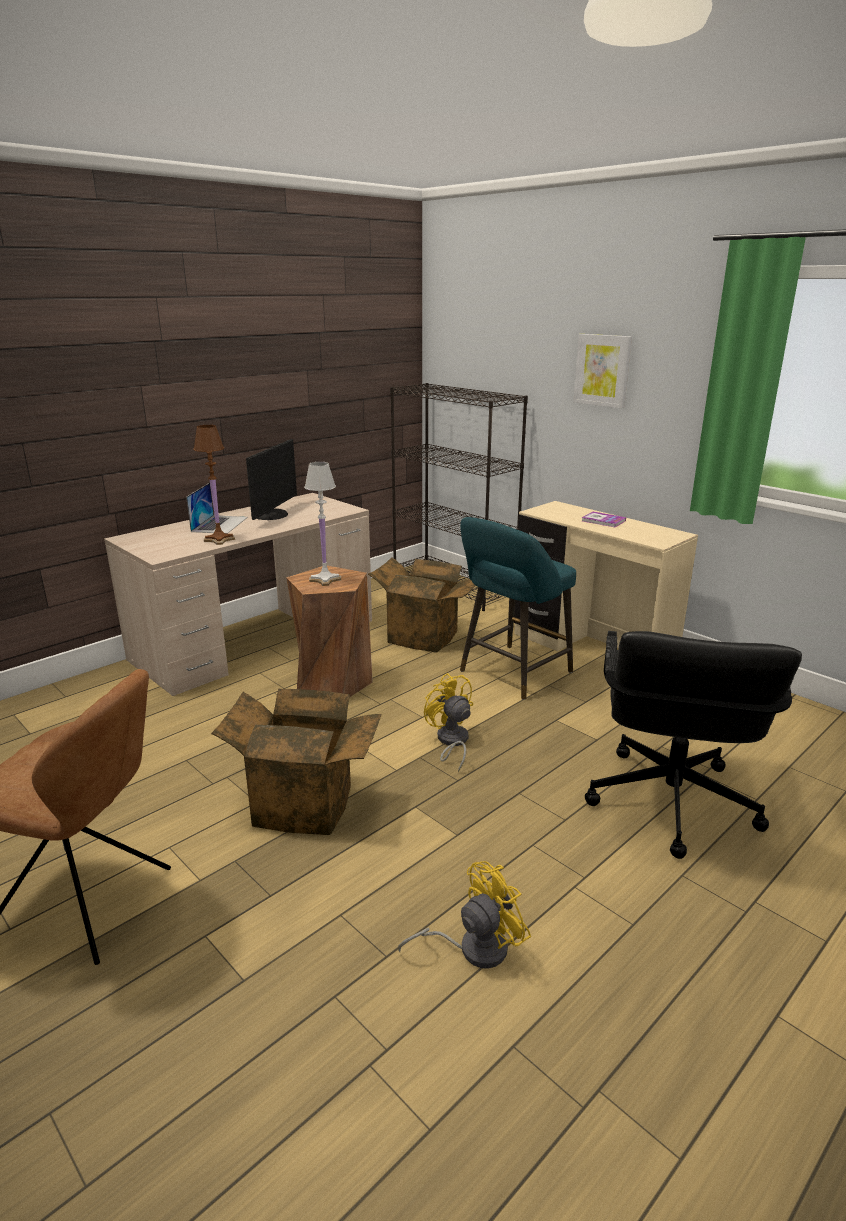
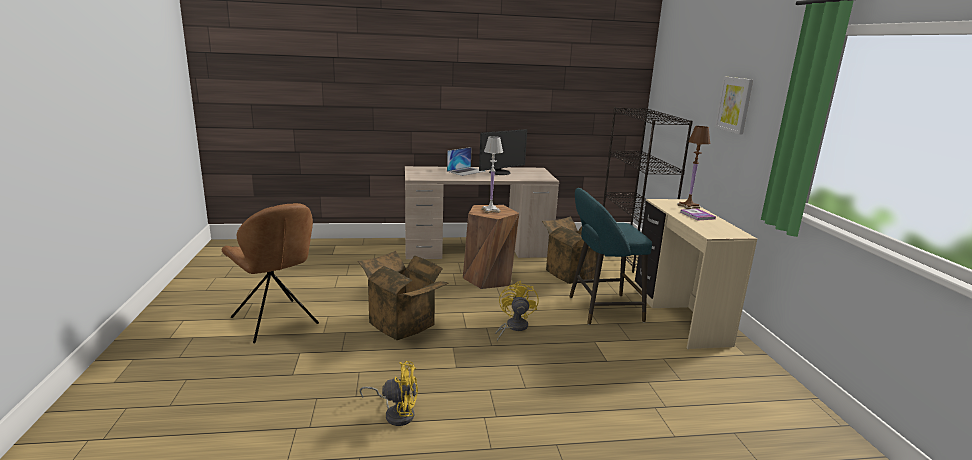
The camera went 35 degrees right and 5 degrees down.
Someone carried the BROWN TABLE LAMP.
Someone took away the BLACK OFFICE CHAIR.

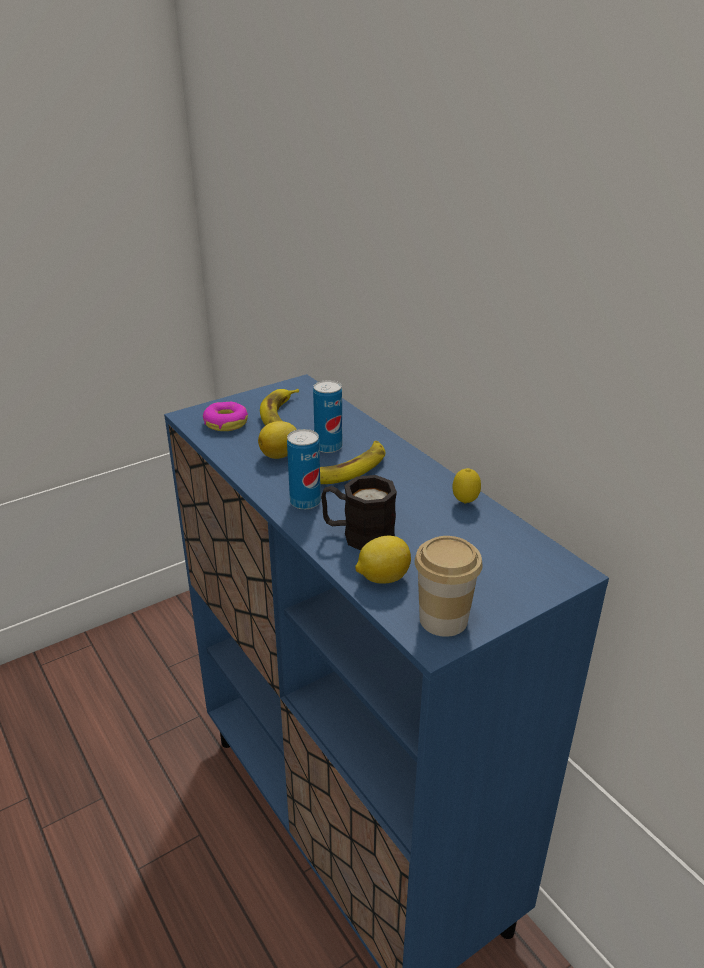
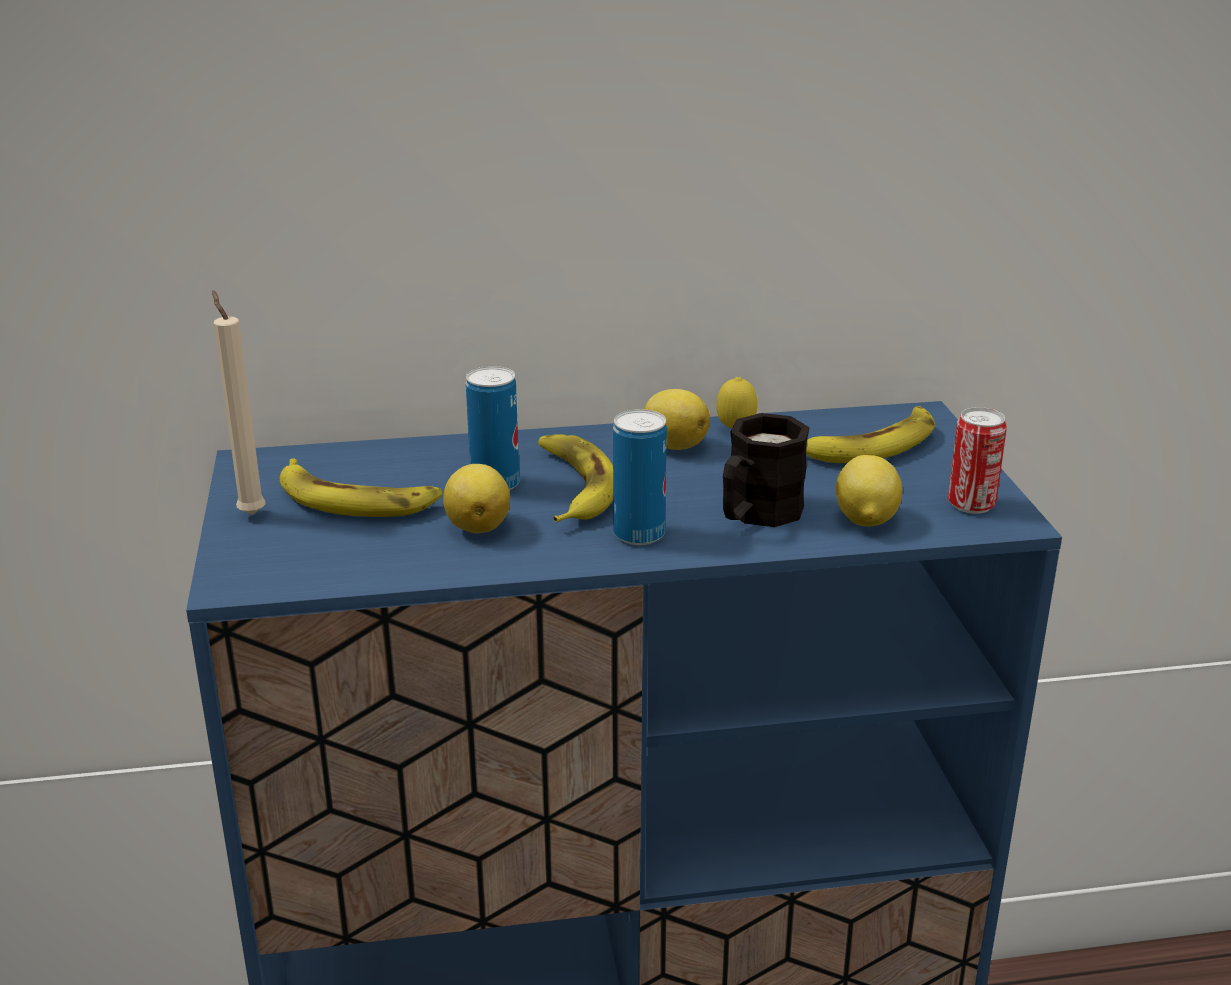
The camera went 65 degrees left and 5 degrees down.
Someone put down the BEIGE CANDLE.
Someone put down the LEMON (2nd from left).
Someone put down the BANANA (3rd from left).
Someone swapped the CUP for the CAN (3rd from left).
Someone took away the DONUT.

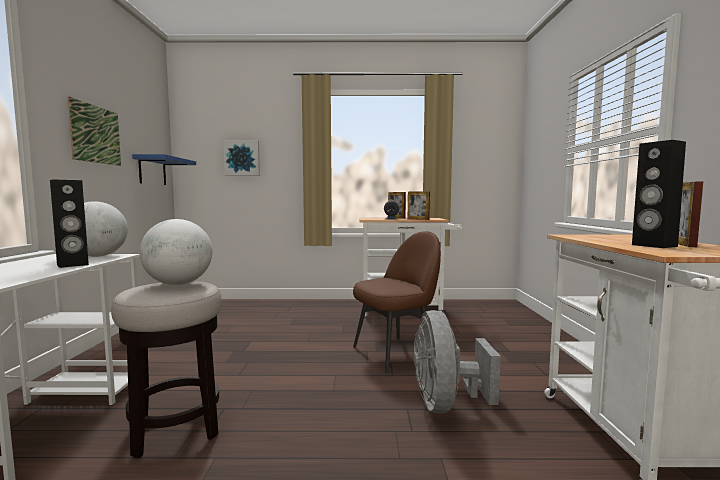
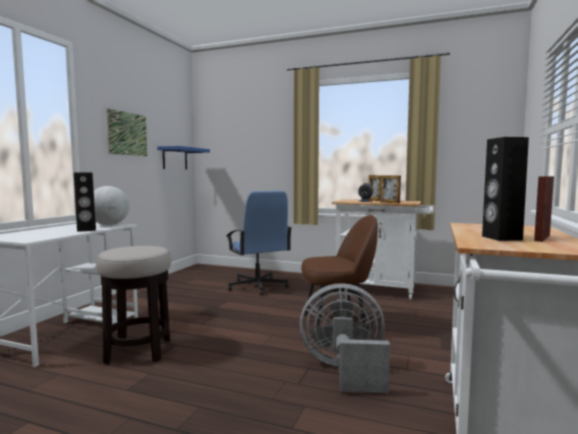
The camera went 20 degrees right and 0 degrees up.
Someone put down the BLUE OFFICE CHAIR.
Someone rotated the GREY FAN by 75 degrees clockwise.
Someone took away the GLOBE (2nd from left).
Someone took away the PICTURE (2nd from left).

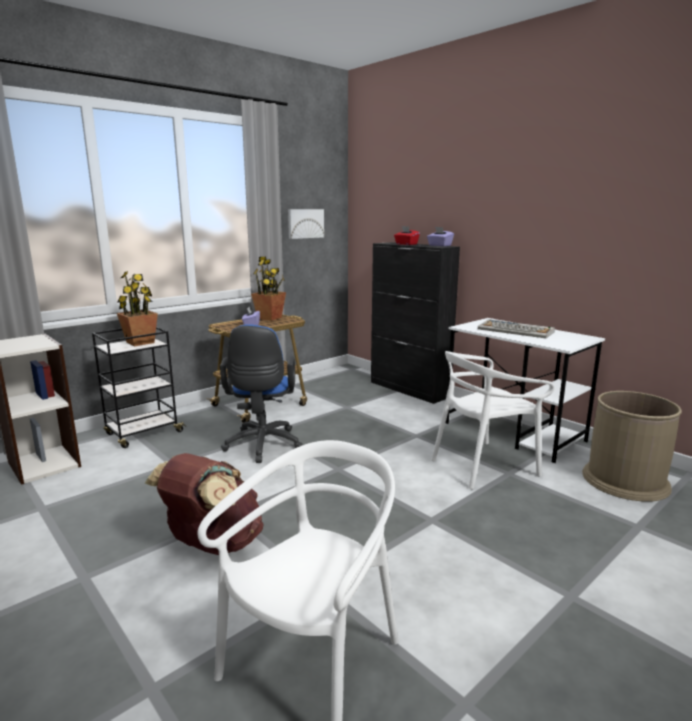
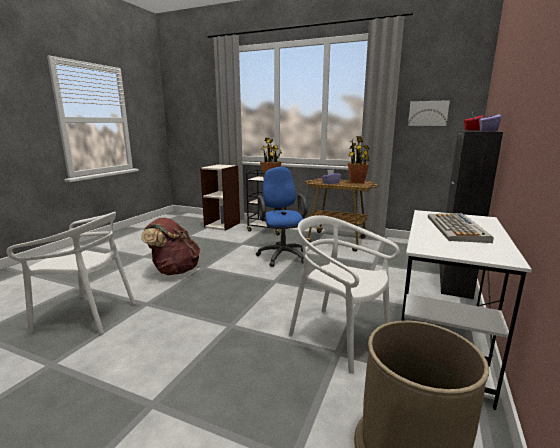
The camera went 65 degrees right and 0 degrees up.
Someone rotated the BLUE OFFICE CHAIR by 105 degrees clockwise.

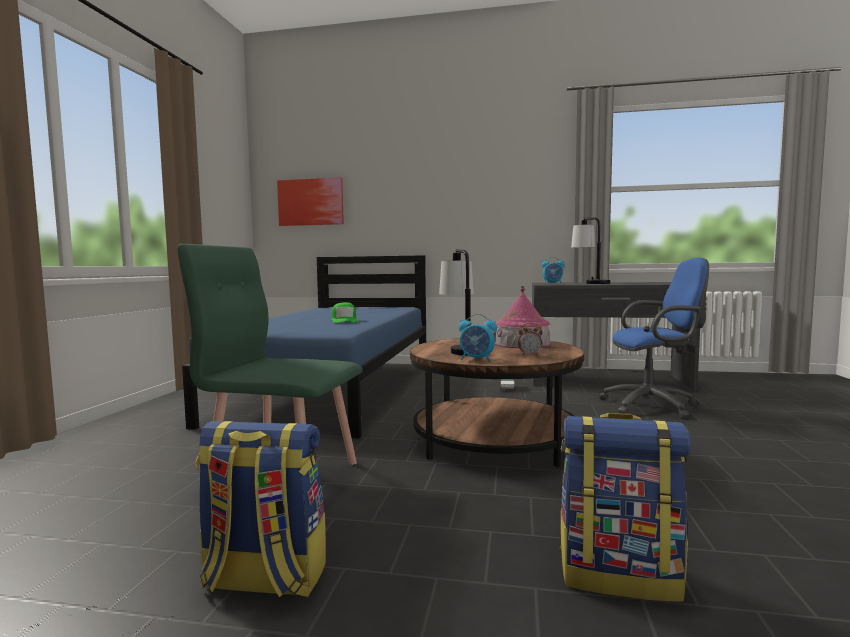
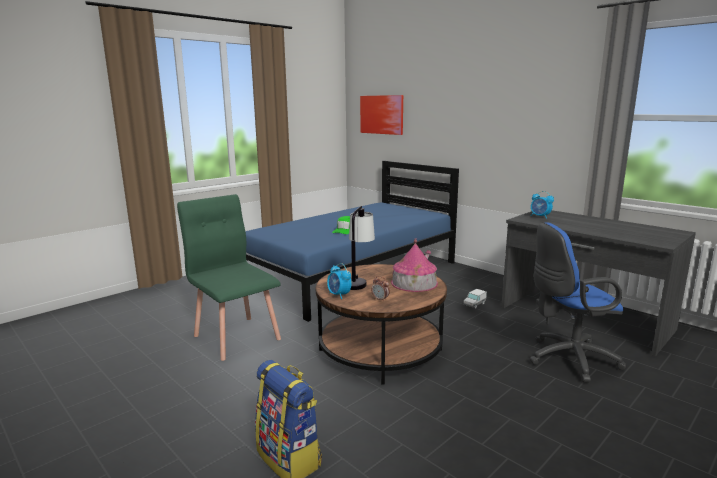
The camera went 35 degrees right and 10 degrees up.
Someone rotated the BLUE OFFICE CHAIR by 135 degrees clockwise.
Someone took away the BACKPACK (1st from left).
Someone took away the TABLE LAMP (2nd from left).

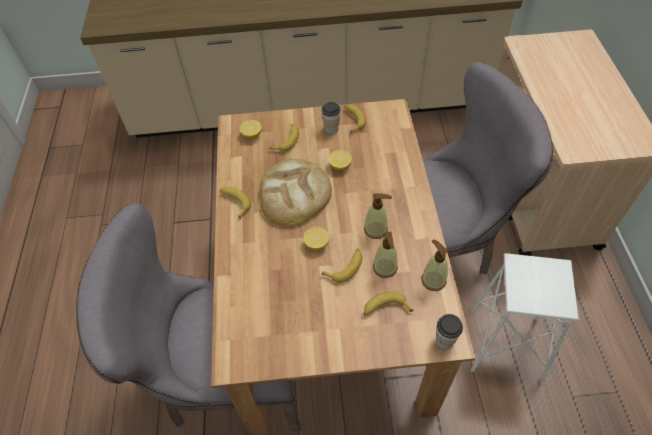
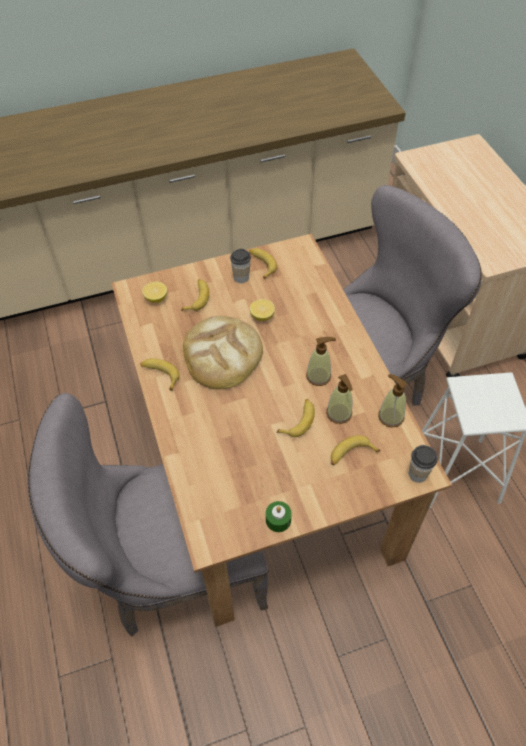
The camera went 15 degrees left and 0 degrees up.
Someone put down the GREEN CANDLE.
Someone took away the LEMON (2nd from left).

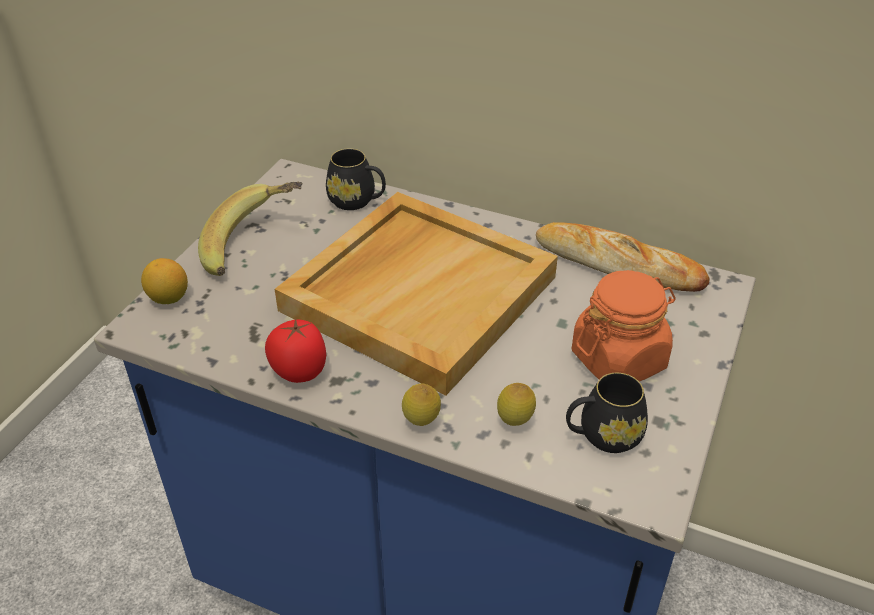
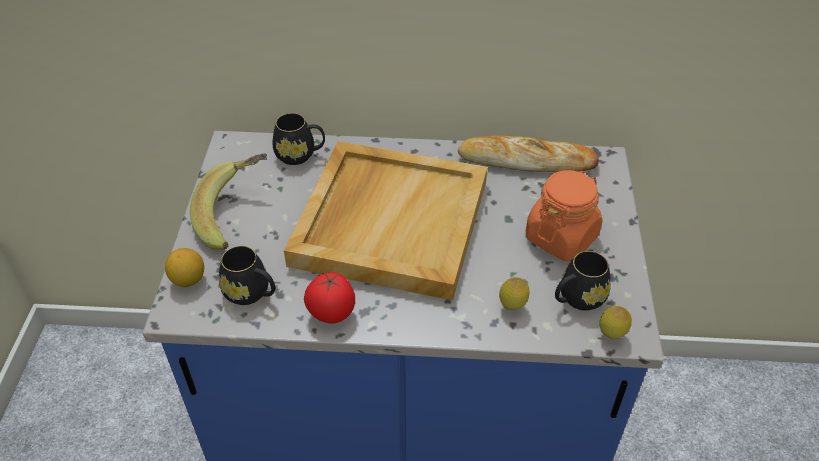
The camera went 20 degrees left and 5 degrees up.
Someone put down the BLACK MUG (1st from left).
Someone carried the LEMON (2nd from left in the first image).

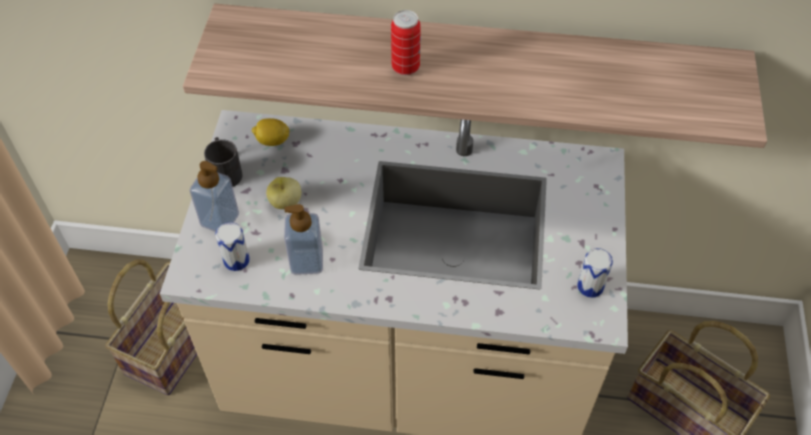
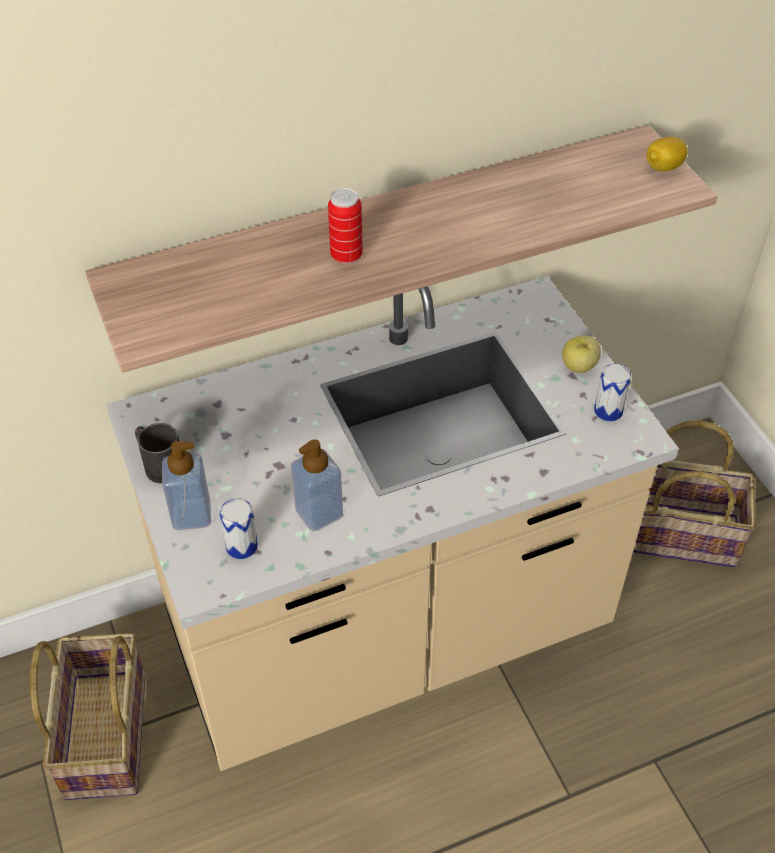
The camera went 30 degrees left and 5 degrees down.
Someone carried the APPLE.
Someone carried the LEMON.

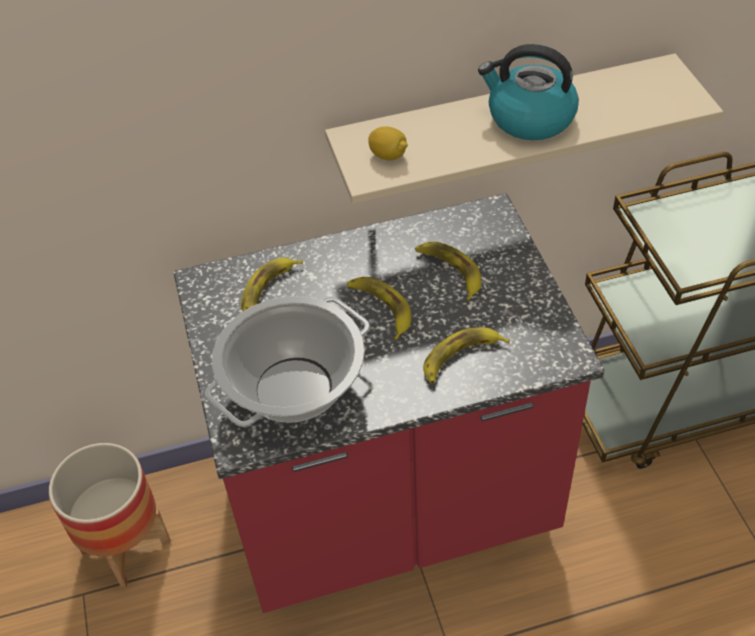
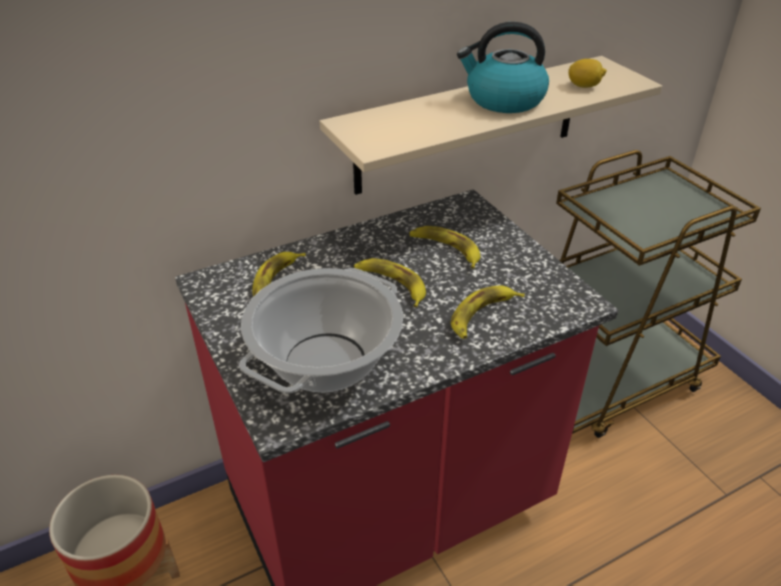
The camera went 15 degrees left and 10 degrees down.
Someone carried the LEMON.

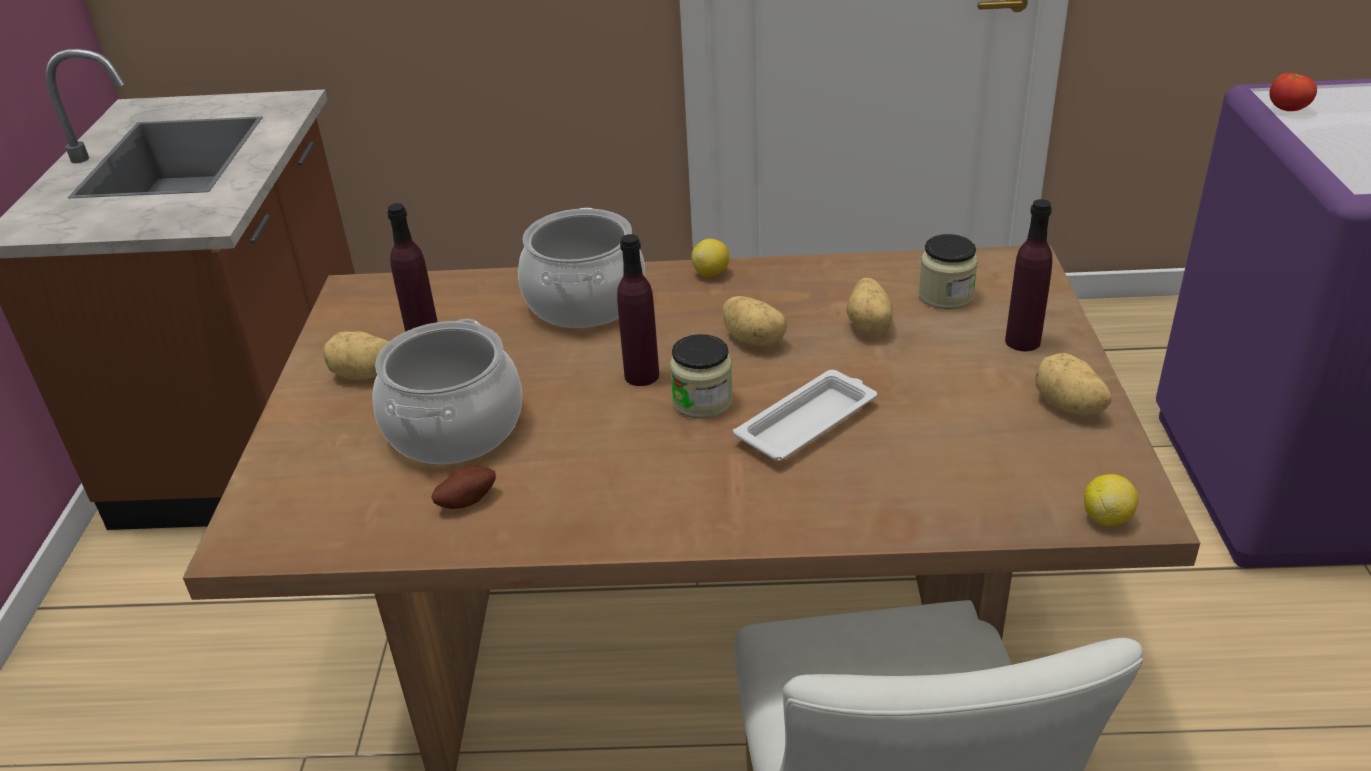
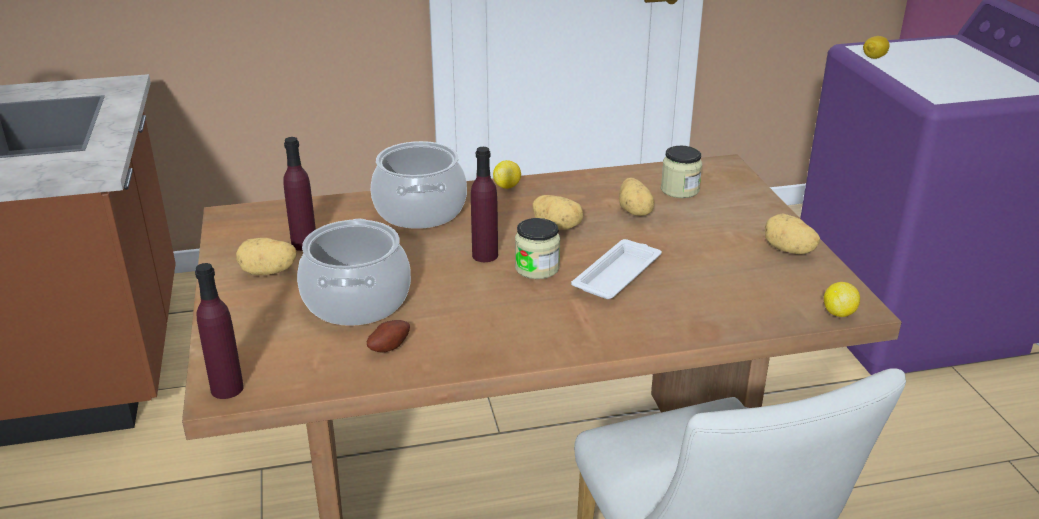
The camera went 15 degrees left and 5 degrees down.
Someone carried the PURPLE BOTTLE (3rd from left in the first image).
Someone swapped the TOMATO for the LEMON (3rd from left).

